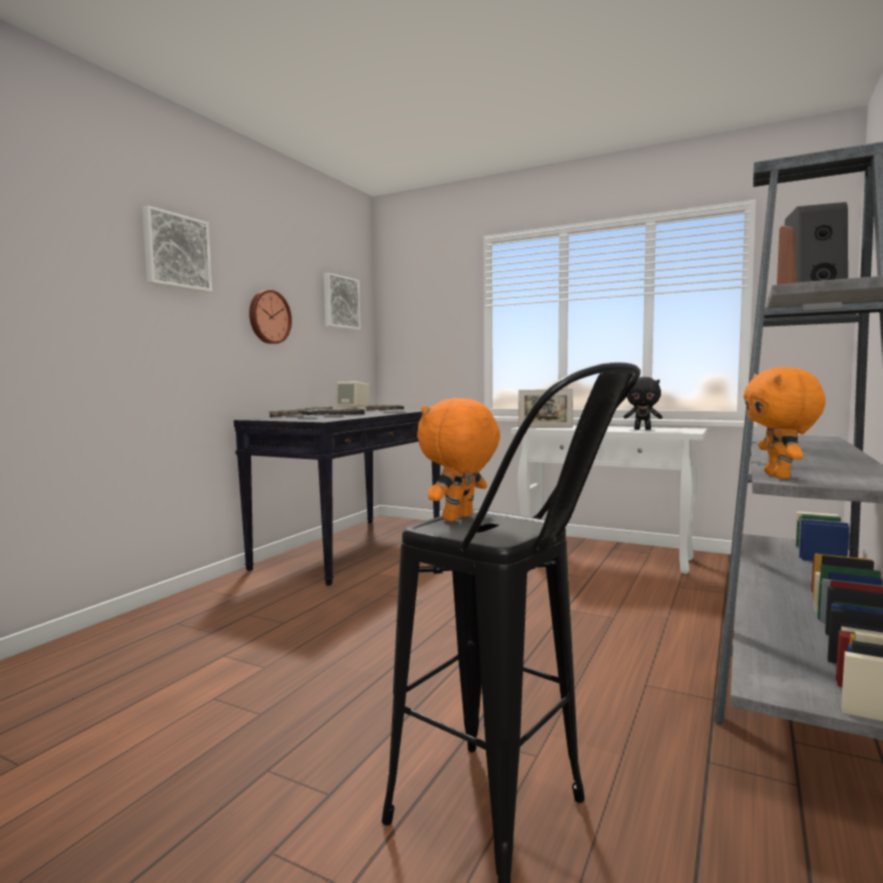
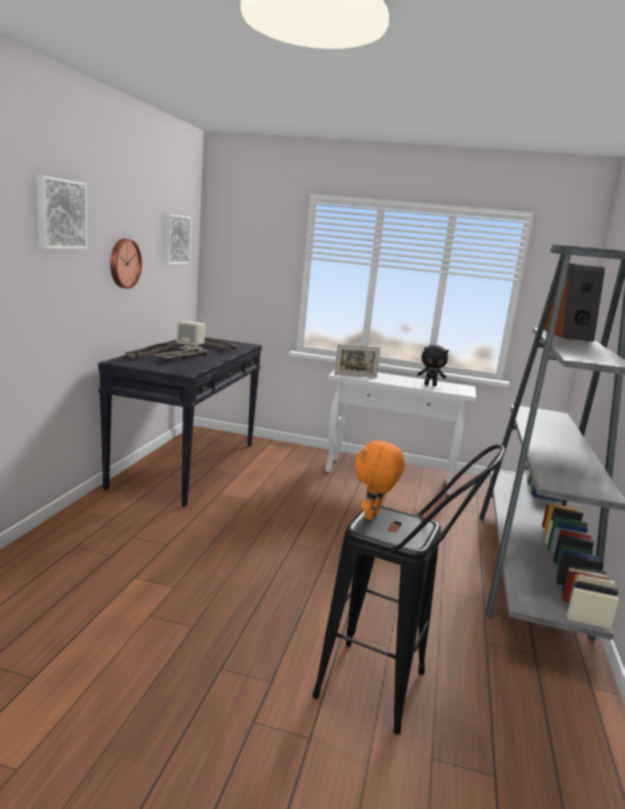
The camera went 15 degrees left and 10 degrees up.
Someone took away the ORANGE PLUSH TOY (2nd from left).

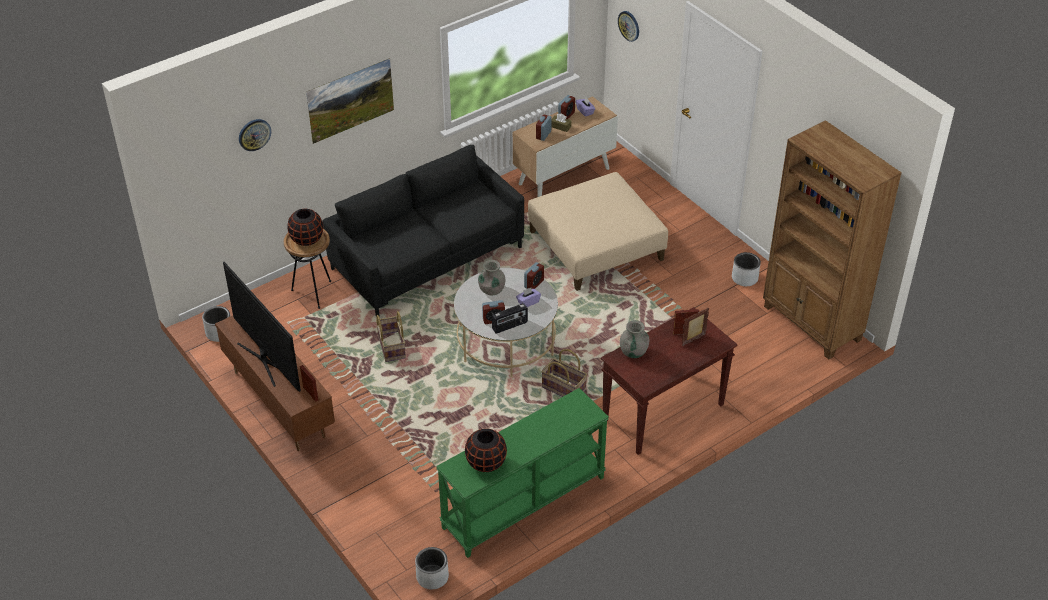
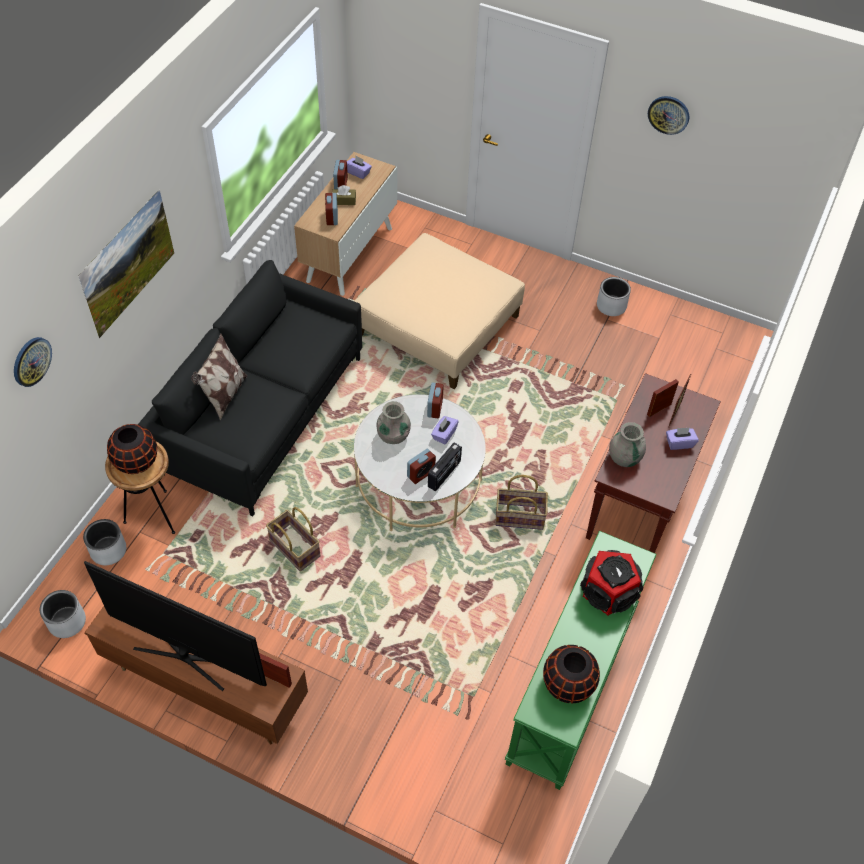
The camera went 30 degrees left and 10 degrees up.
Someone carried the GREY PLANTER (2nd from left).
Someone put down the PILLOW.
Someone put down the SPEAKER.
Someone carried the WALL CLOCK (2nd from left).
Someone put down the PURPLE TISSUE BOX (3rd from left).
Someone took away the BROWN BOOKCASE.

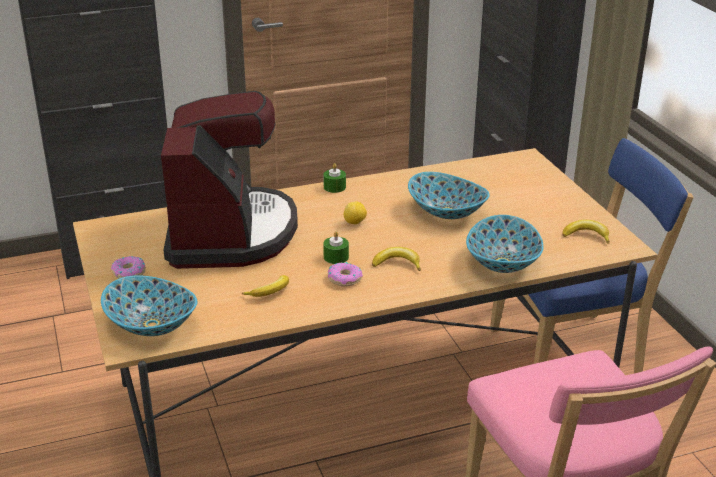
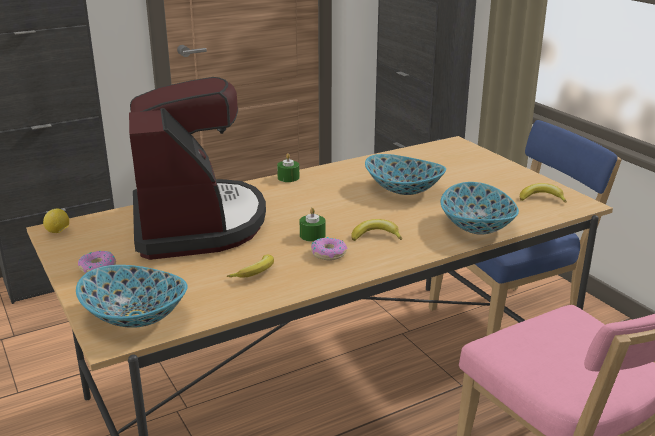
The camera went 10 degrees left and 5 degrees down.
Someone carried the LEMON.

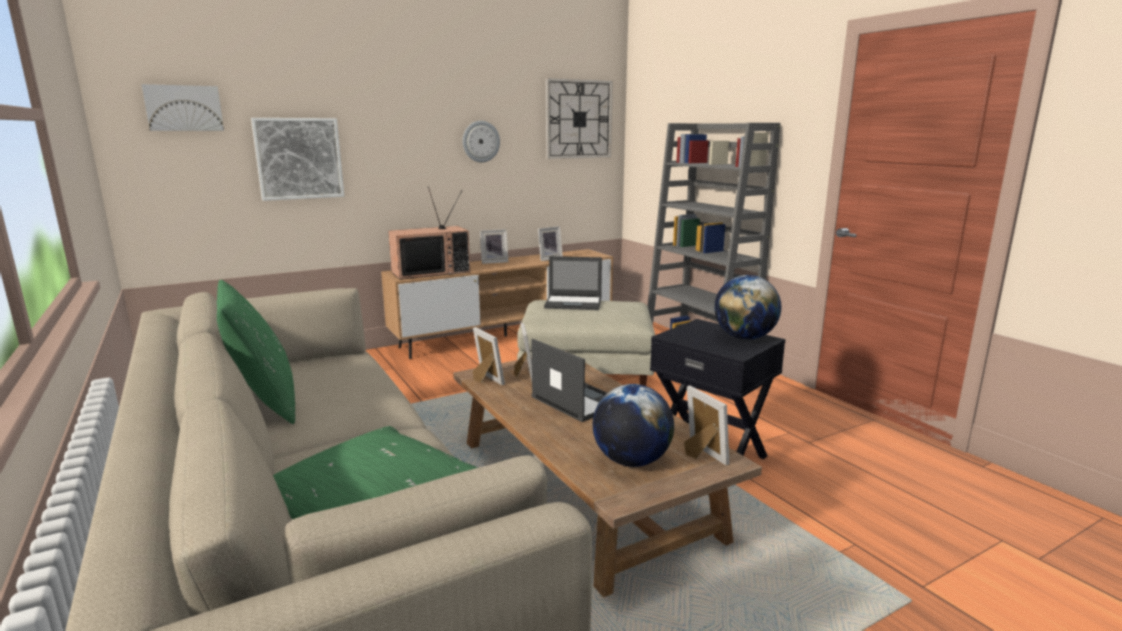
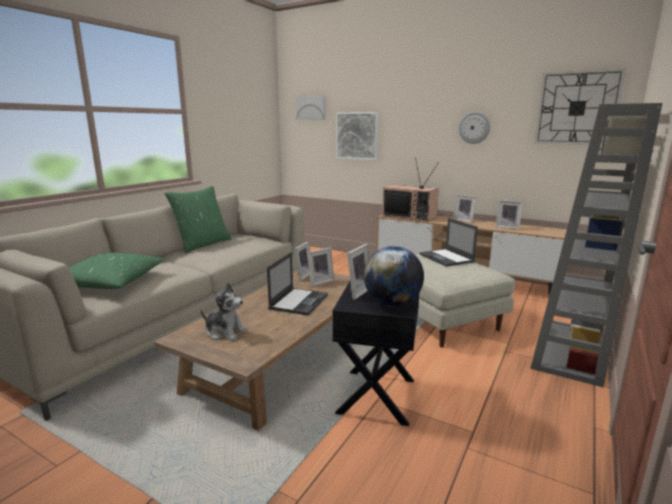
The camera went 60 degrees right and 0 degrees up.
Someone swapped the GLOBE (1st from left) for the PLUSH TOY.
Someone carried the PICTURE FRAME (5th from left in the first image).

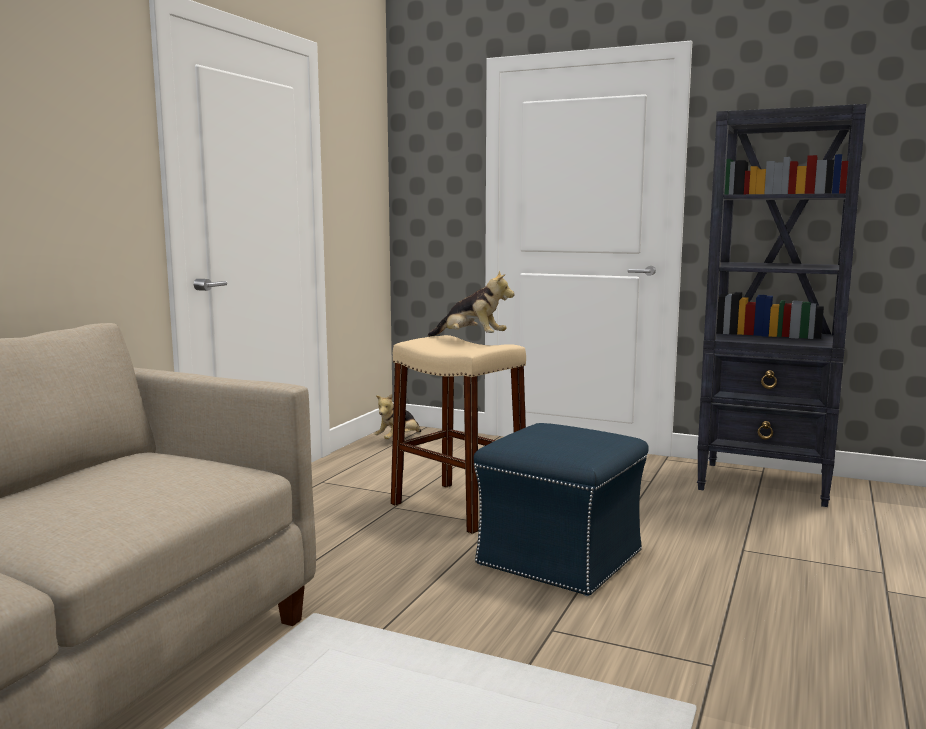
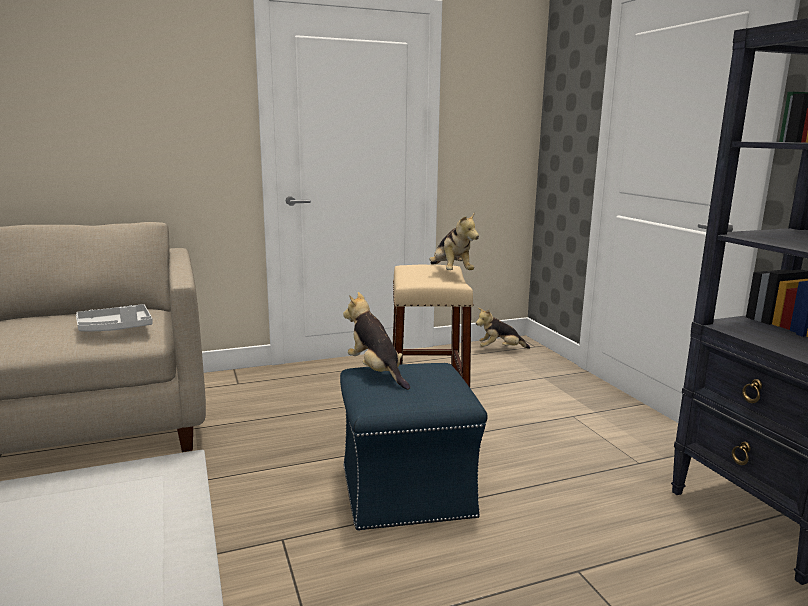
The camera went 45 degrees right and 5 degrees up.
Someone put down the GREY TRAY.
Someone put down the PLUSH TOY (1st from left).

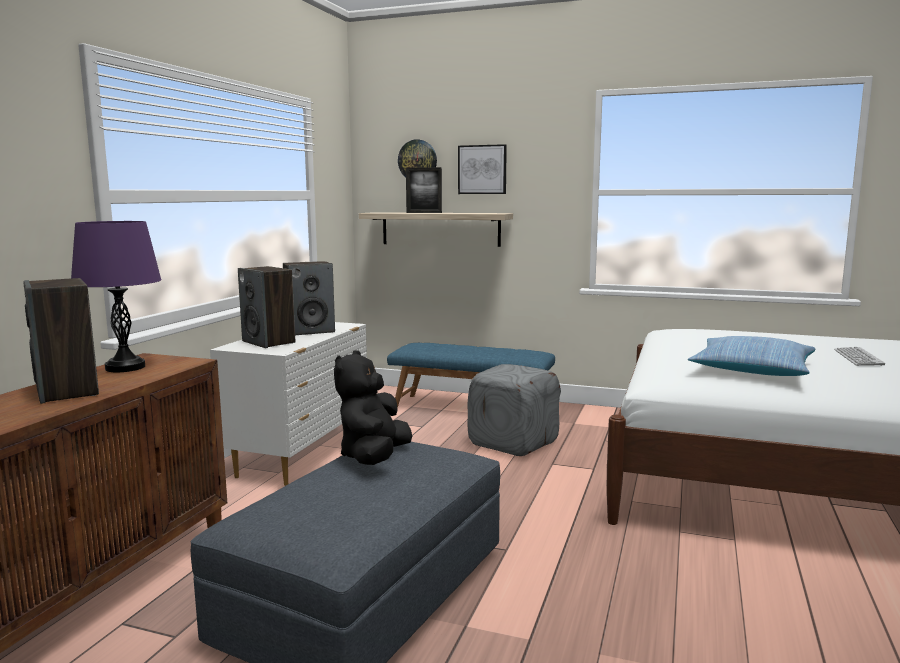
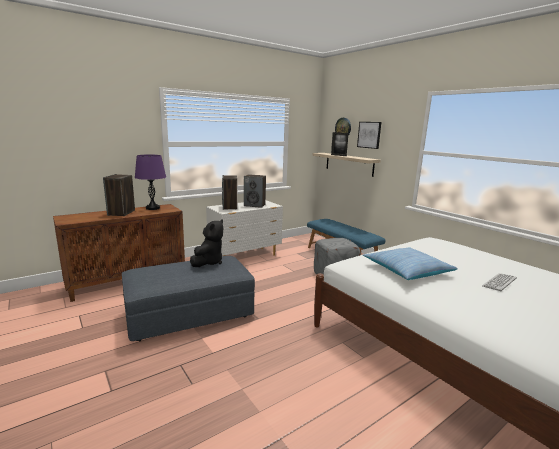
The camera went 35 degrees right and 5 degrees up.
Someone rotated the BLACK PLUSH TOY by 150 degrees clockwise.

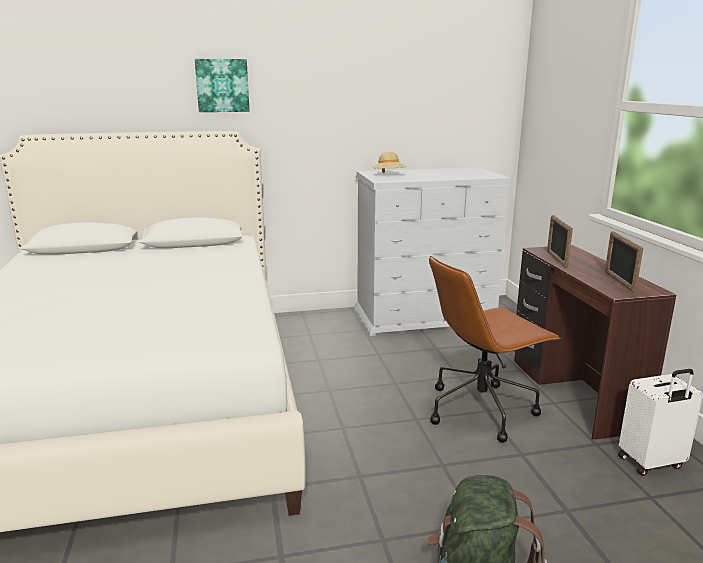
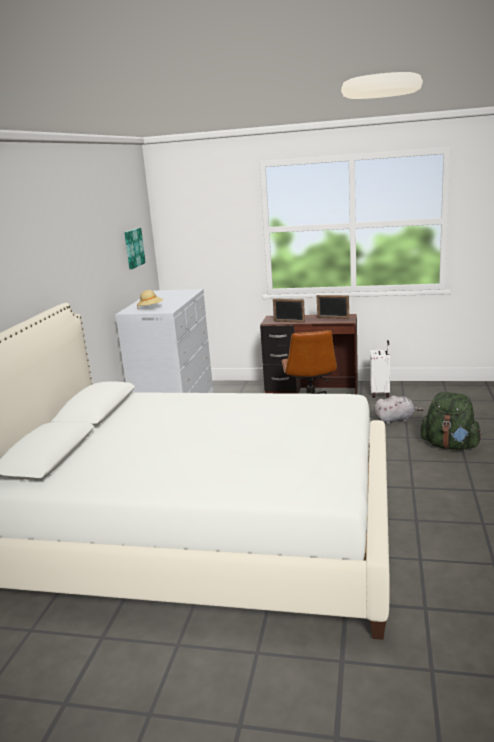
The camera went 65 degrees left and 0 degrees up.
Someone carried the PICTURE.
Someone put down the GREY PLUSH TOY.

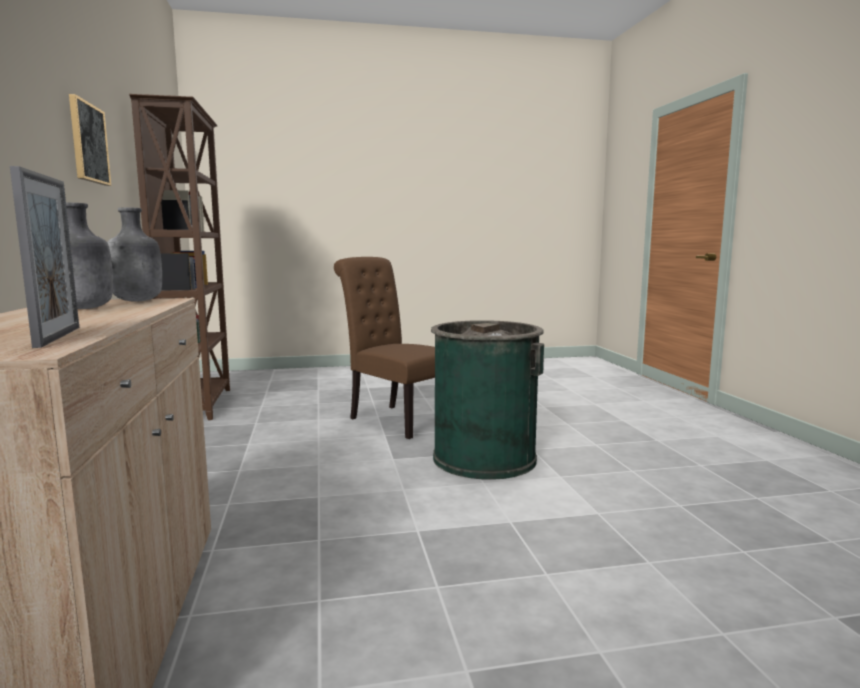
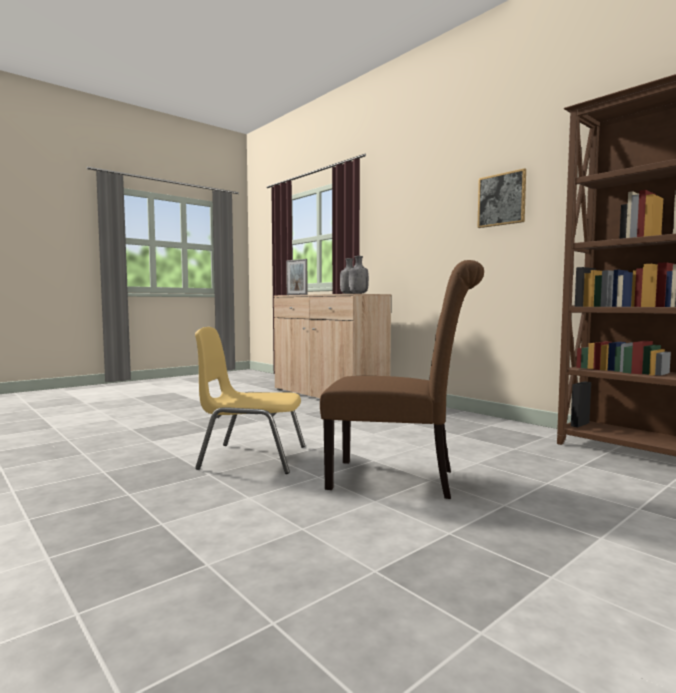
The camera went 150 degrees right and 5 degrees down.
Someone swapped the GREEN TRASH CAN for the YELLOW CHAIR.

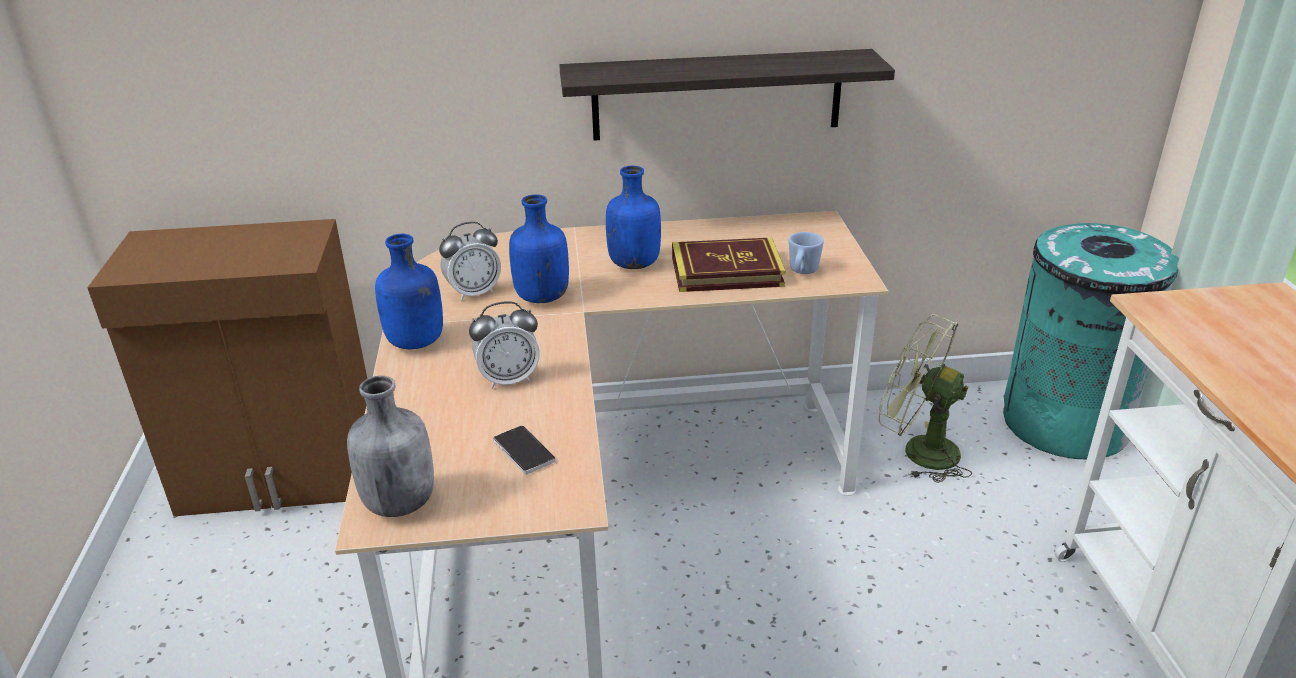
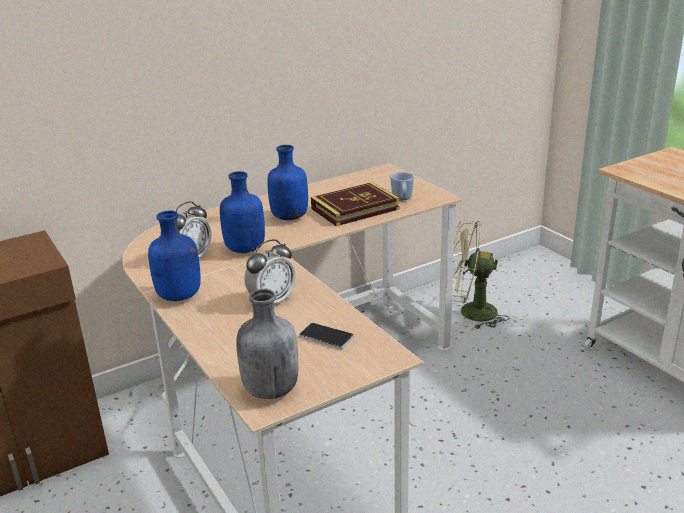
The camera went 25 degrees left and 5 degrees down.
Someone took away the SHELF.
Someone took away the TURQUOISE TRASH CAN.

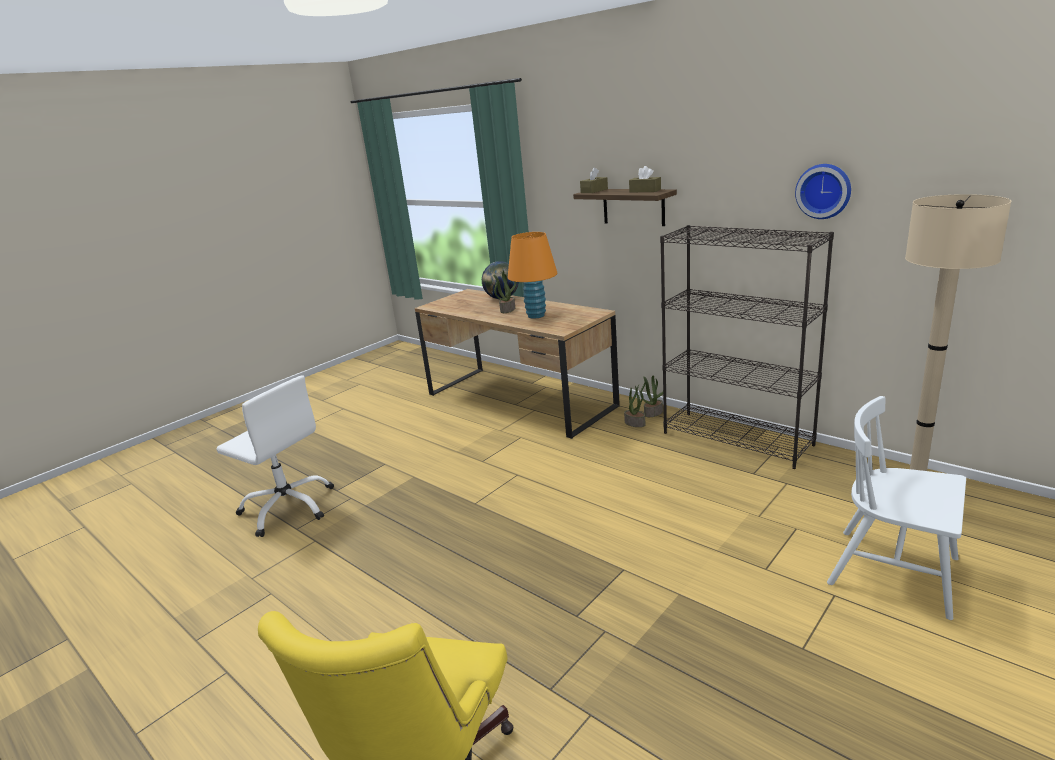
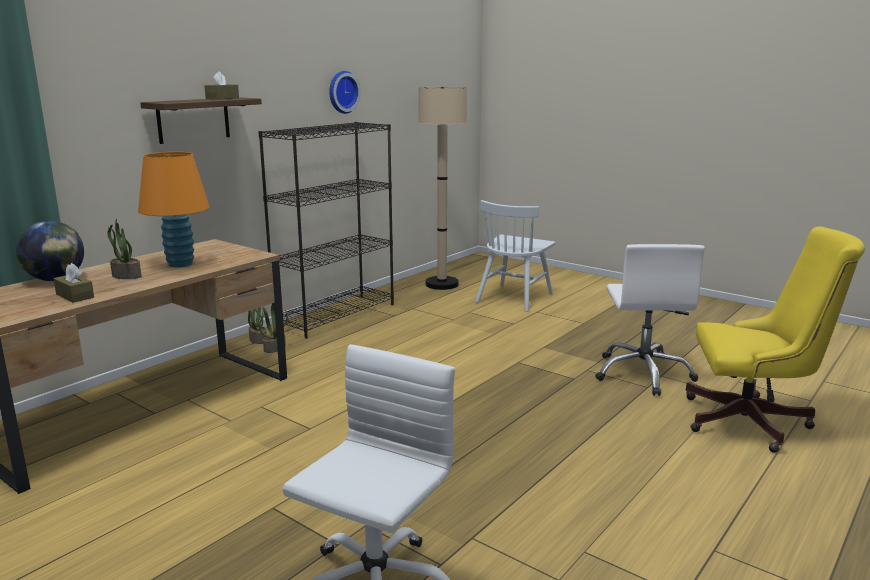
The camera went 95 degrees left and 5 degrees down.
Someone carried the BROWN TISSUE BOX (1st from left).
Someone put down the WHITE OFFICE CHAIR (2nd from left).

